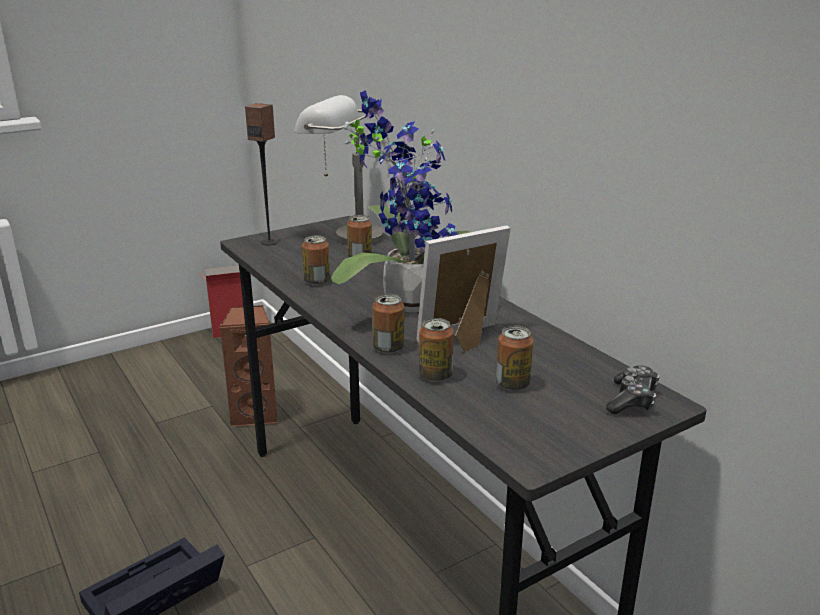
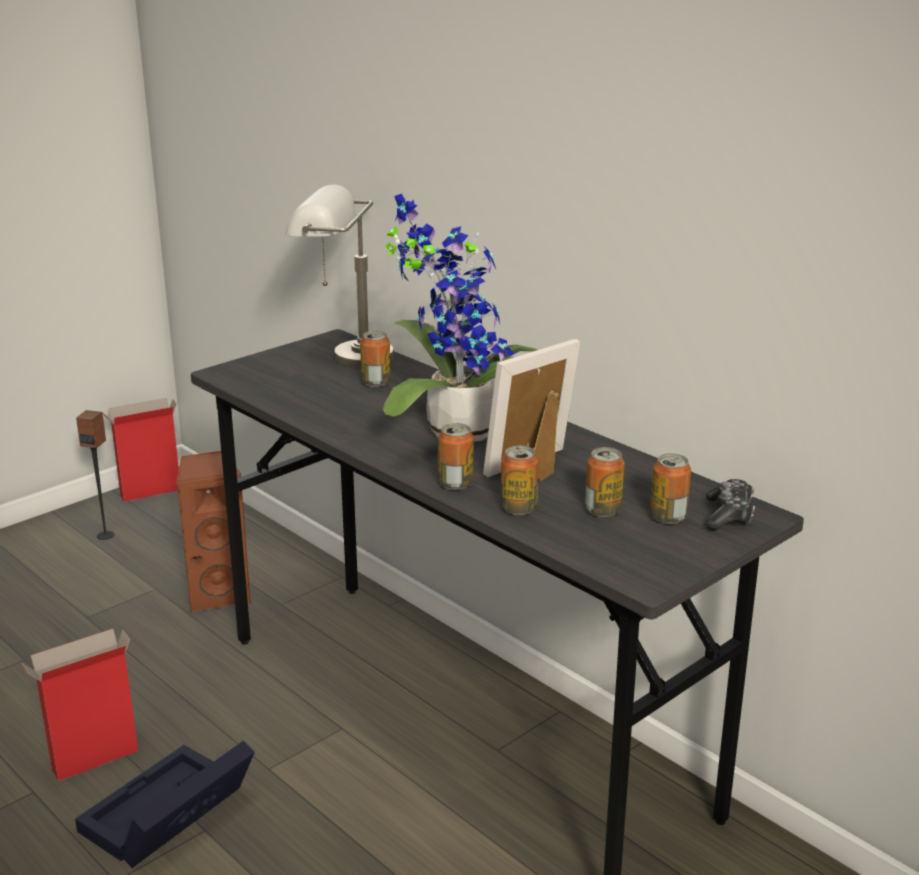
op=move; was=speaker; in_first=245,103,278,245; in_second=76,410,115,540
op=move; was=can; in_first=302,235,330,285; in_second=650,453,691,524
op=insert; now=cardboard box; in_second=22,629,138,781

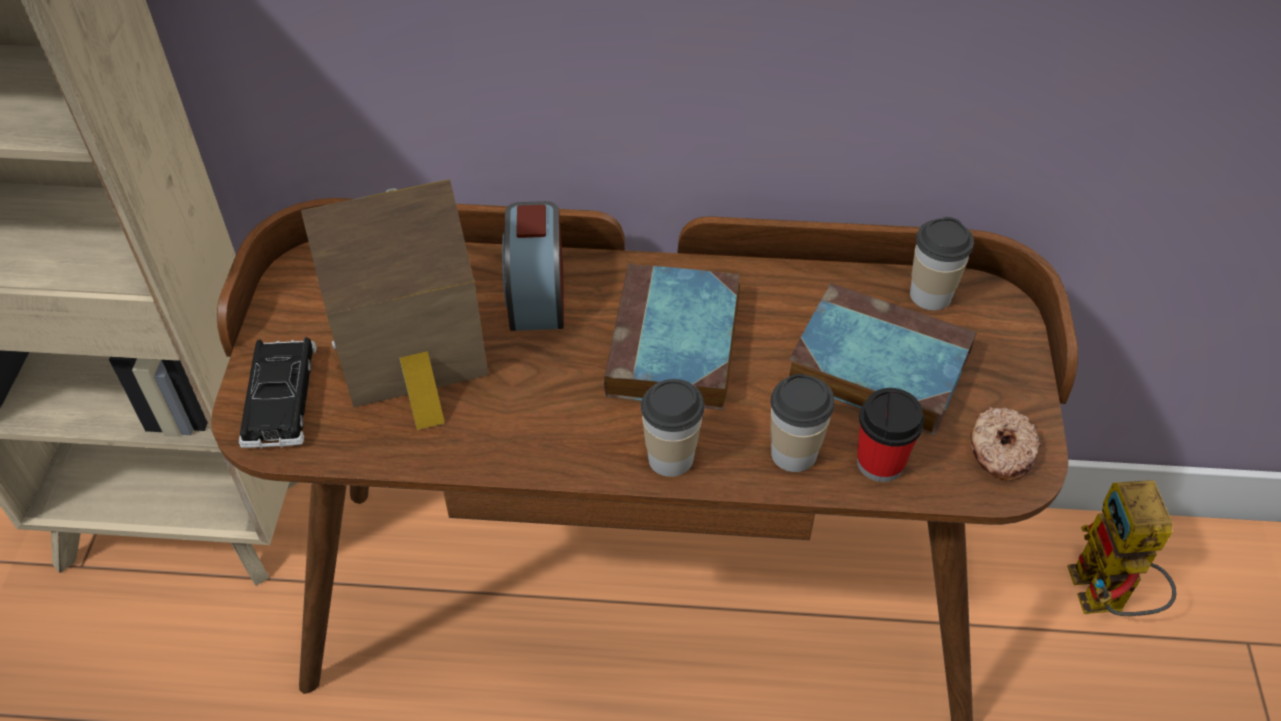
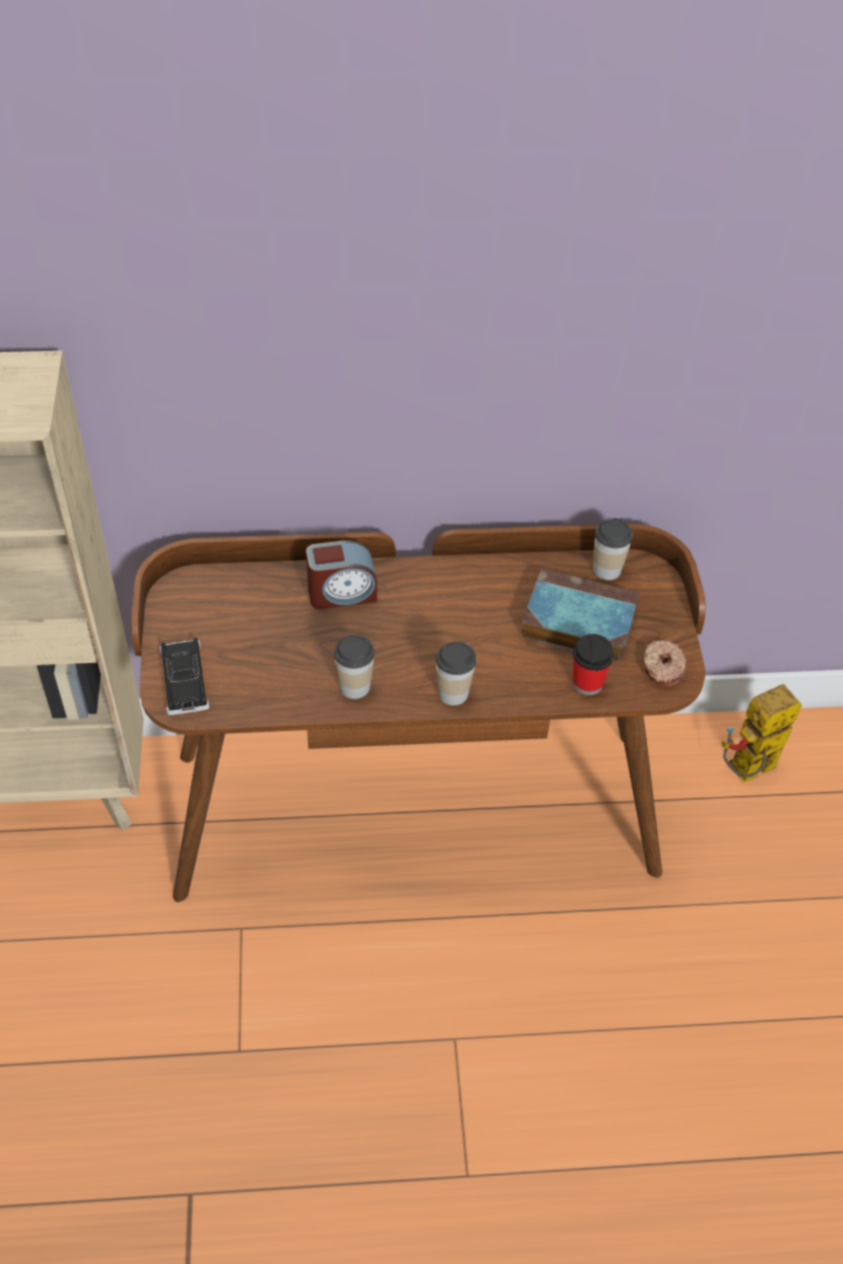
op=delete; was=toy house; in_first=301,179,488,430
op=rotate; was=bedside clock; in_first=502,201,564,331; in_second=306,540,377,609; clockwise=-90
op=delete; was=bound book; in_first=604,263,740,410
op=move; was=cup; in_first=771,374,834,472; in_second=334,635,375,699
op=rotate; was=model robot; in_first=1067,480,1177,616; in_second=722,684,802,782; clockwise=75

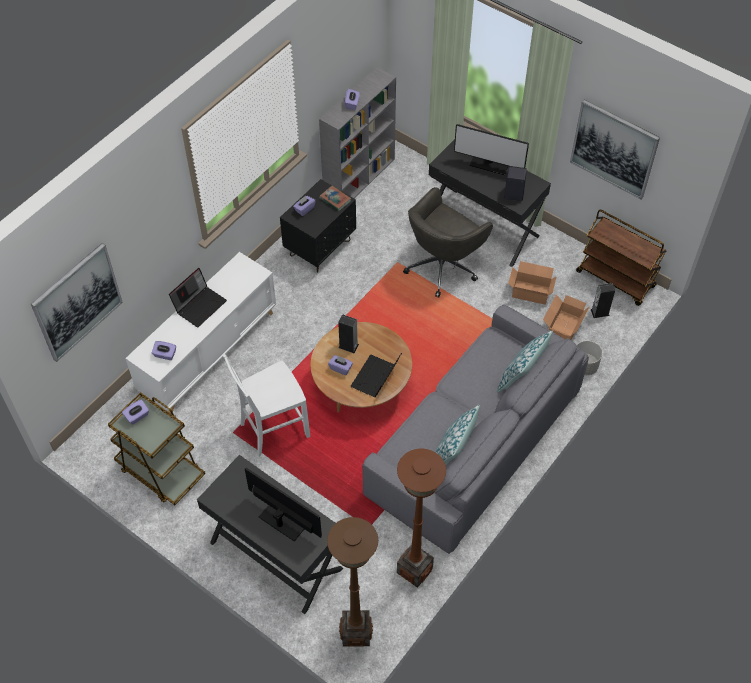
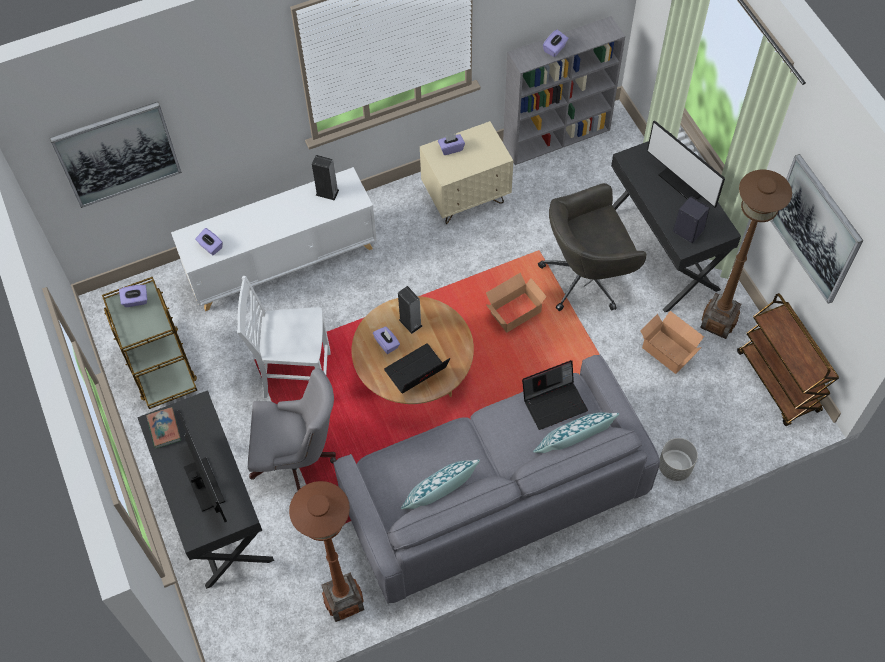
op=move; was=portable computer; in_first=169,268,227,327; in_second=522,360,588,430
op=recolor; was=nightstand in blackish; now=nightstand in sand-coloured; in_first=280,179,356,273; in_second=420,121,513,224
op=move; was=bound book; in_first=319,185,351,211; in_second=147,407,181,448
op=move; was=floor lamp in brown-coloured; in_first=327,517,378,647; in_second=700,170,792,339
op=move; was=cardboard box; in_first=543,295,589,340; in_second=486,272,547,333
op=move; was=speaker; in_first=591,283,615,318; in_second=312,155,339,201
op=insert; now=office chair in gray; in_second=248,369,336,491

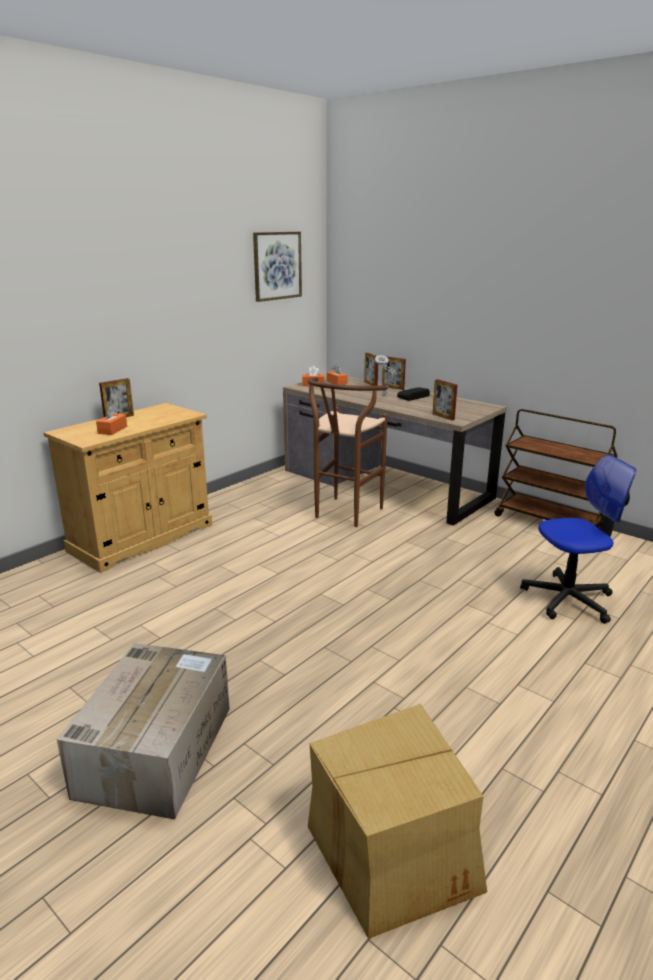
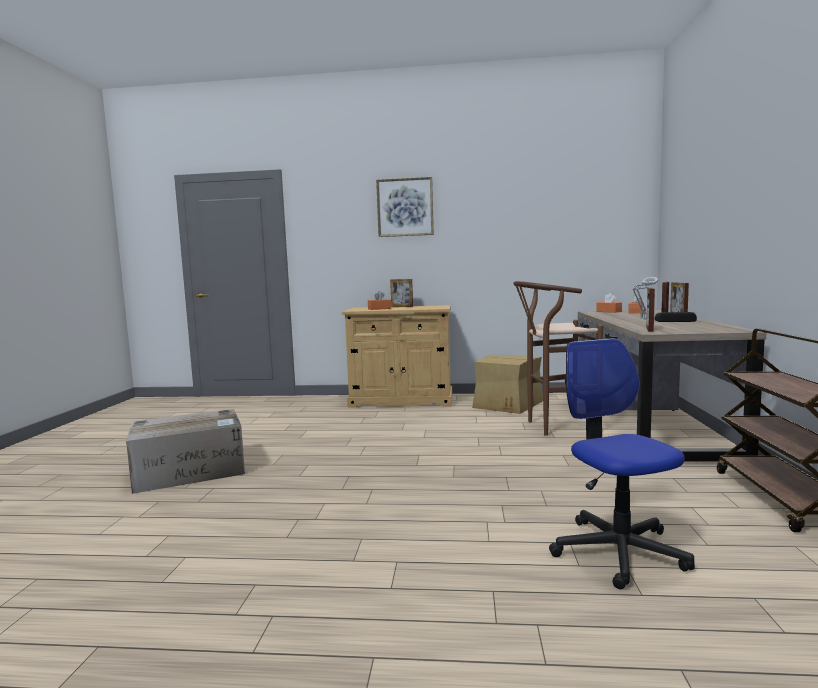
op=move; was=wall art; in_first=253,232,302,302; in_second=376,177,434,237
op=move; was=cardboard box; in_first=308,704,487,939; in_second=472,355,543,414
op=rotate; was=office chair; in_first=520,455,636,624; in_second=549,338,695,589; clockwise=-150

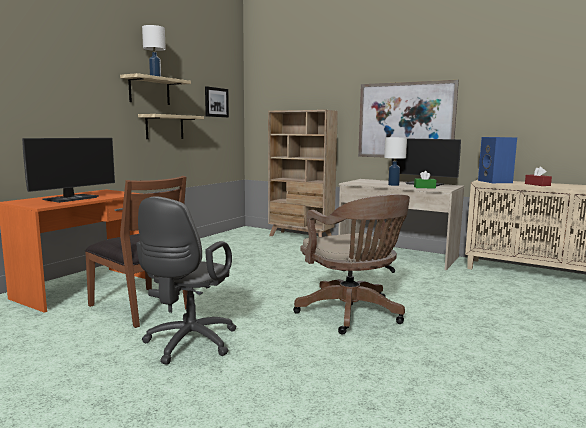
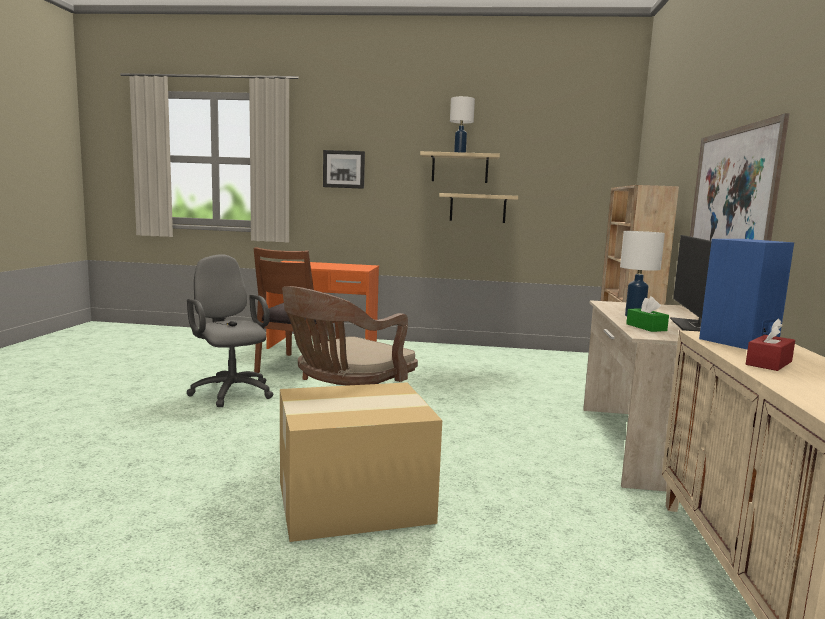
op=delete; was=computer display; in_first=22,138,115,203
op=rotate; was=office chair in gray; in_first=136,196,237,365; in_second=187,254,274,407; clockwise=60
op=move; was=wall art; in_first=205,86,229,118; in_second=323,150,365,189
op=insert; now=cardboard box; in_second=280,382,442,542

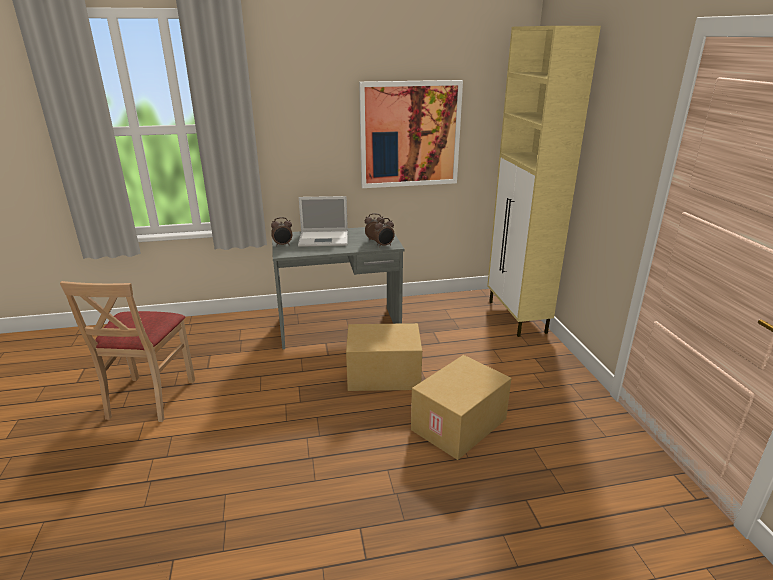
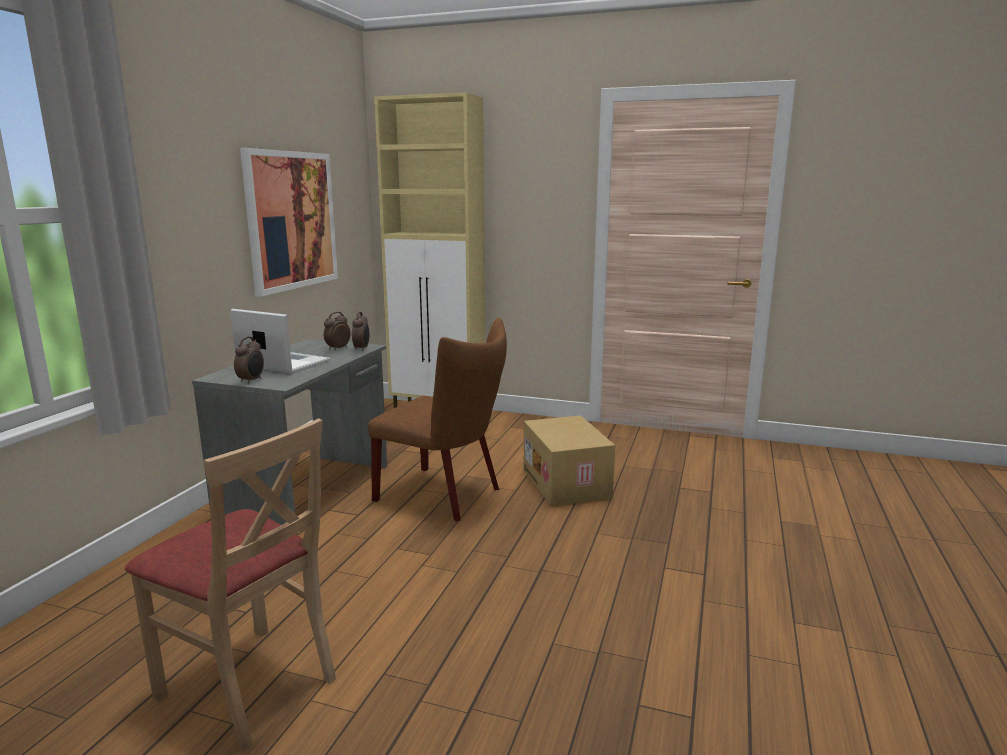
op=rotate; was=portable computer; in_first=298,196,348,247; in_second=230,309,330,374; clockwise=-90
op=replace; was=cardboard box; now=chair in brown-coloured; in_first=346,323,422,391; in_second=368,317,507,522

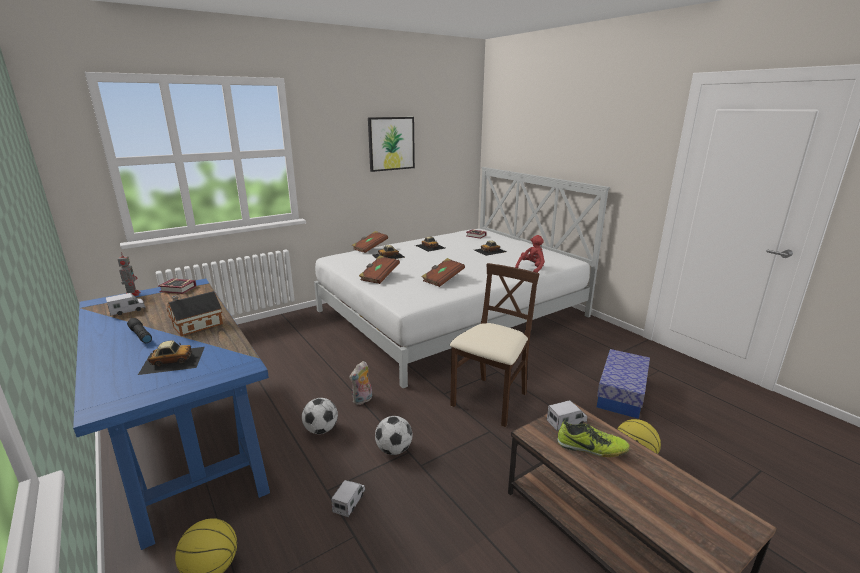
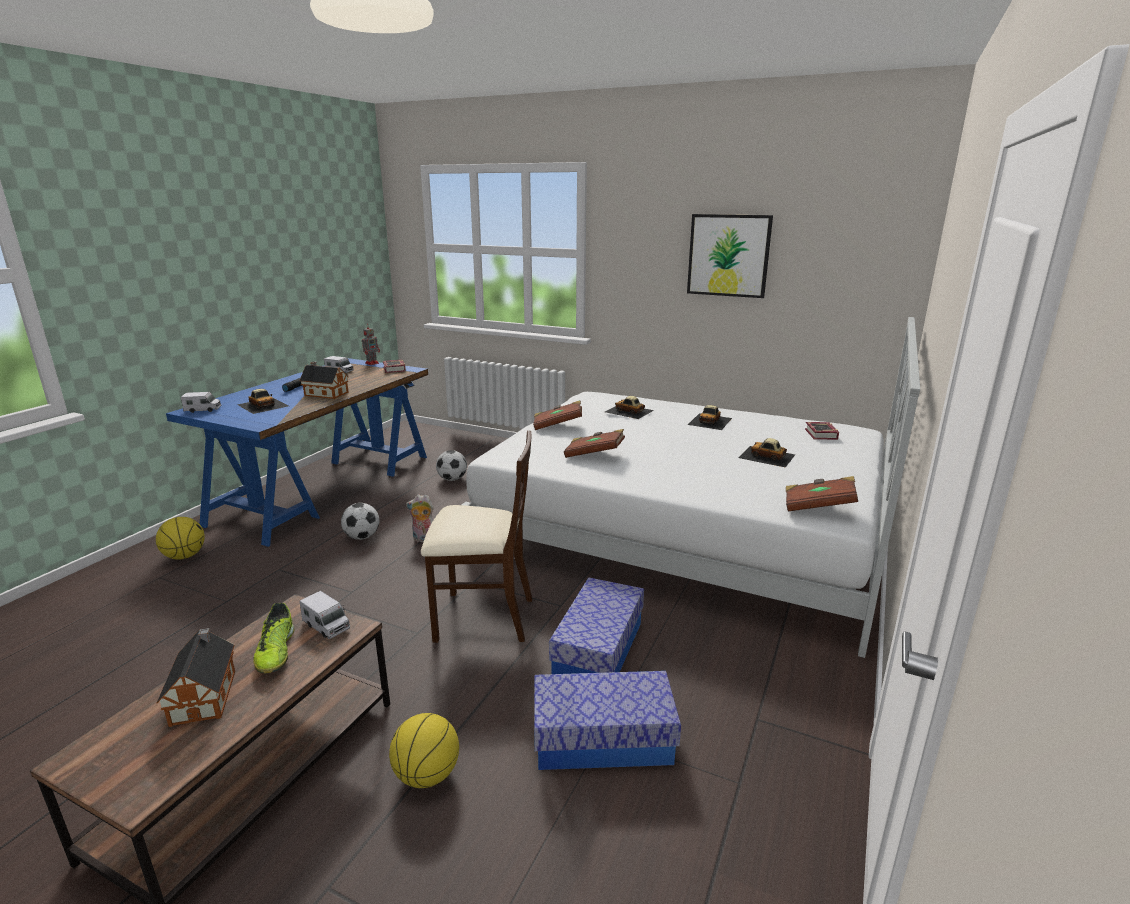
op=move; was=model truck; in_first=331,480,365,517; in_second=181,392,222,413
op=move; was=bound book in brown-coloured; in_first=352,231,388,253; in_second=786,476,858,511
op=move; was=football; in_first=375,416,412,455; in_second=436,450,467,481
op=delete; was=soft toy in red; in_first=515,235,545,273
op=insert; now=toy house; in_second=157,628,235,727
op=insert; now=storage box; in_second=549,577,644,674

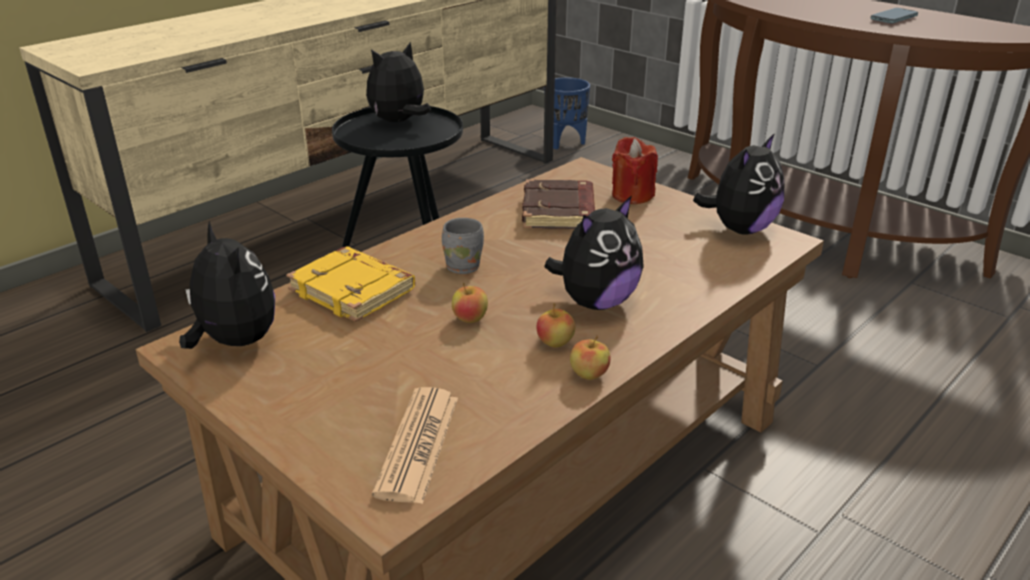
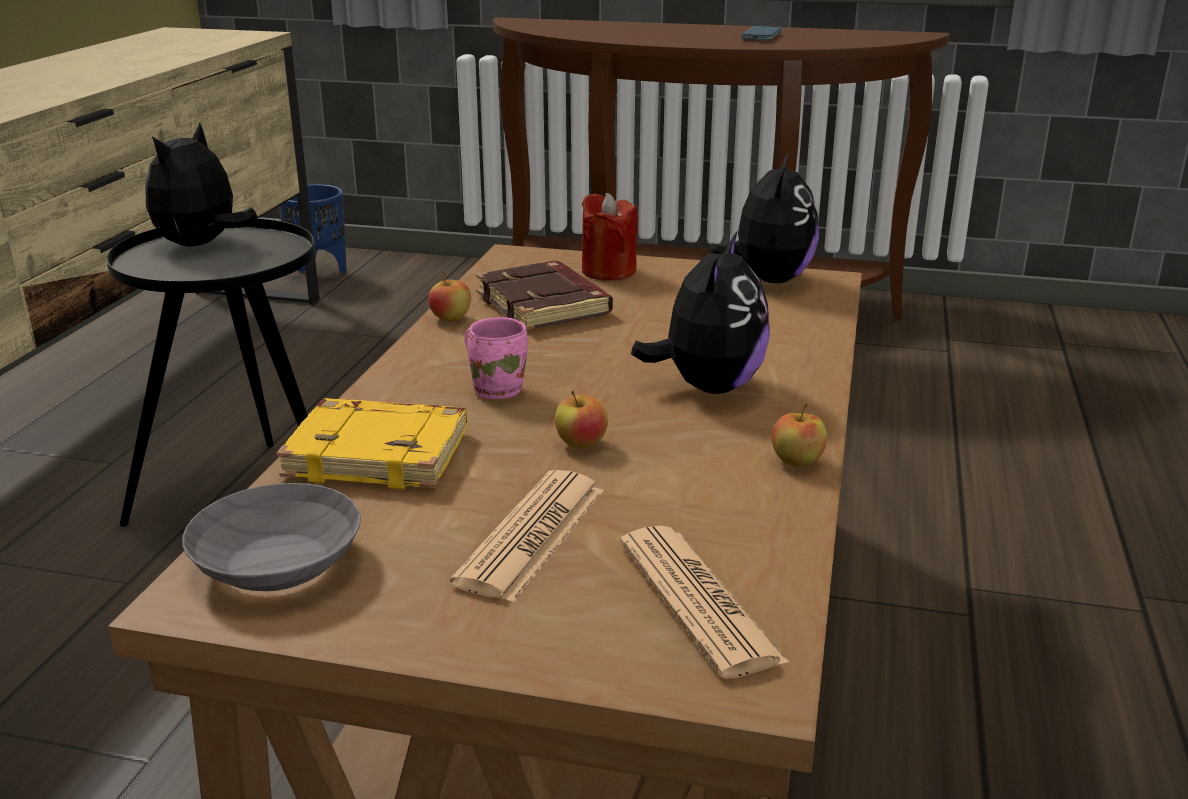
op=replace; was=soft toy; now=serving bowl in gray; in_first=179,220,275,349; in_second=182,483,361,591
op=recolor; was=coffee mug in gray; now=coffee mug in pink-coloured; in_first=442,218,484,274; in_second=465,317,528,399
op=move; was=apple; in_first=536,303,575,347; in_second=428,272,471,321
op=insert; now=newspaper; in_second=450,470,604,602

